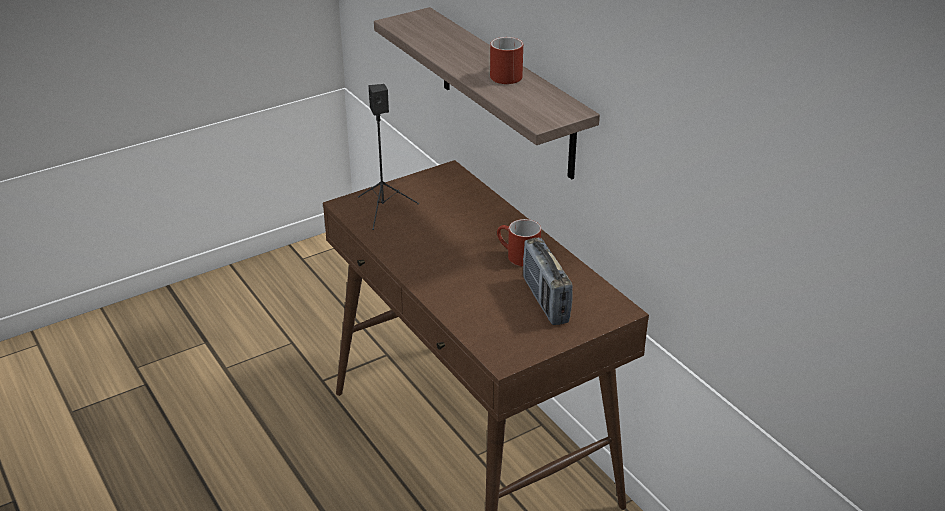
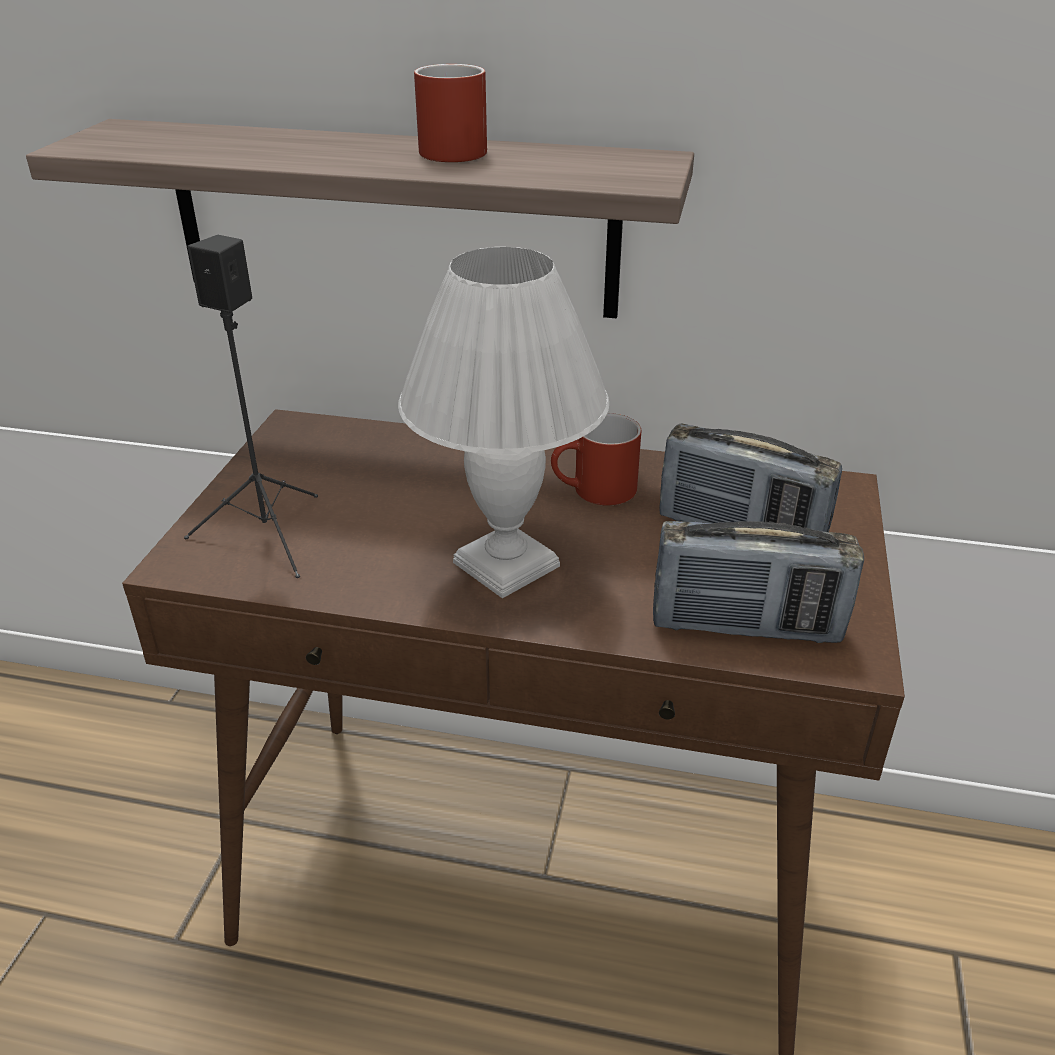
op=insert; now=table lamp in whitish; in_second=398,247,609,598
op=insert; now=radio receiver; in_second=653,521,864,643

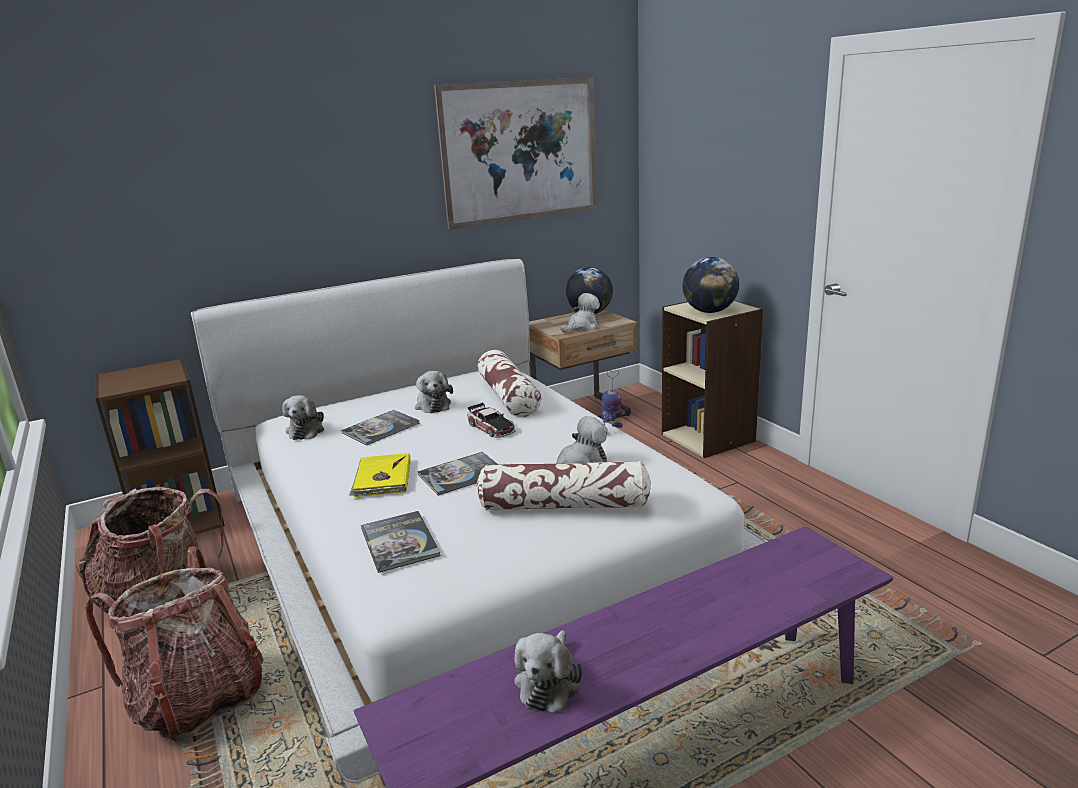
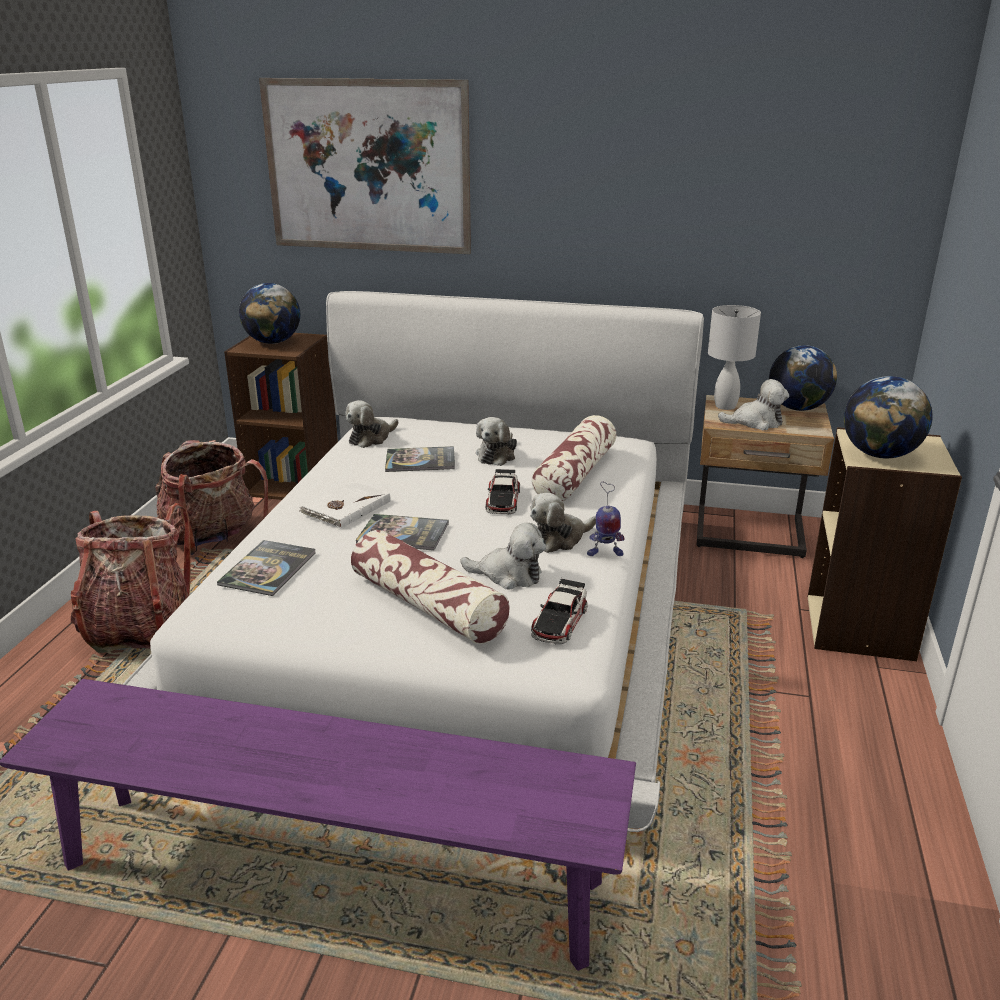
op=recolor; was=bound book in yellow; now=bound book in whitish; in_first=349,453,411,497; in_second=299,481,391,529
op=move; was=wall art; in_first=434,77,597,229; in_second=259,78,471,254
op=move; was=soft toy; in_first=514,630,583,713; in_second=530,493,596,553
op=insert; now=globe; in_second=239,283,300,344
op=insert; now=miniature car; in_second=531,578,588,644
op=insert; now=table lamp in whitish; in_second=708,305,761,410

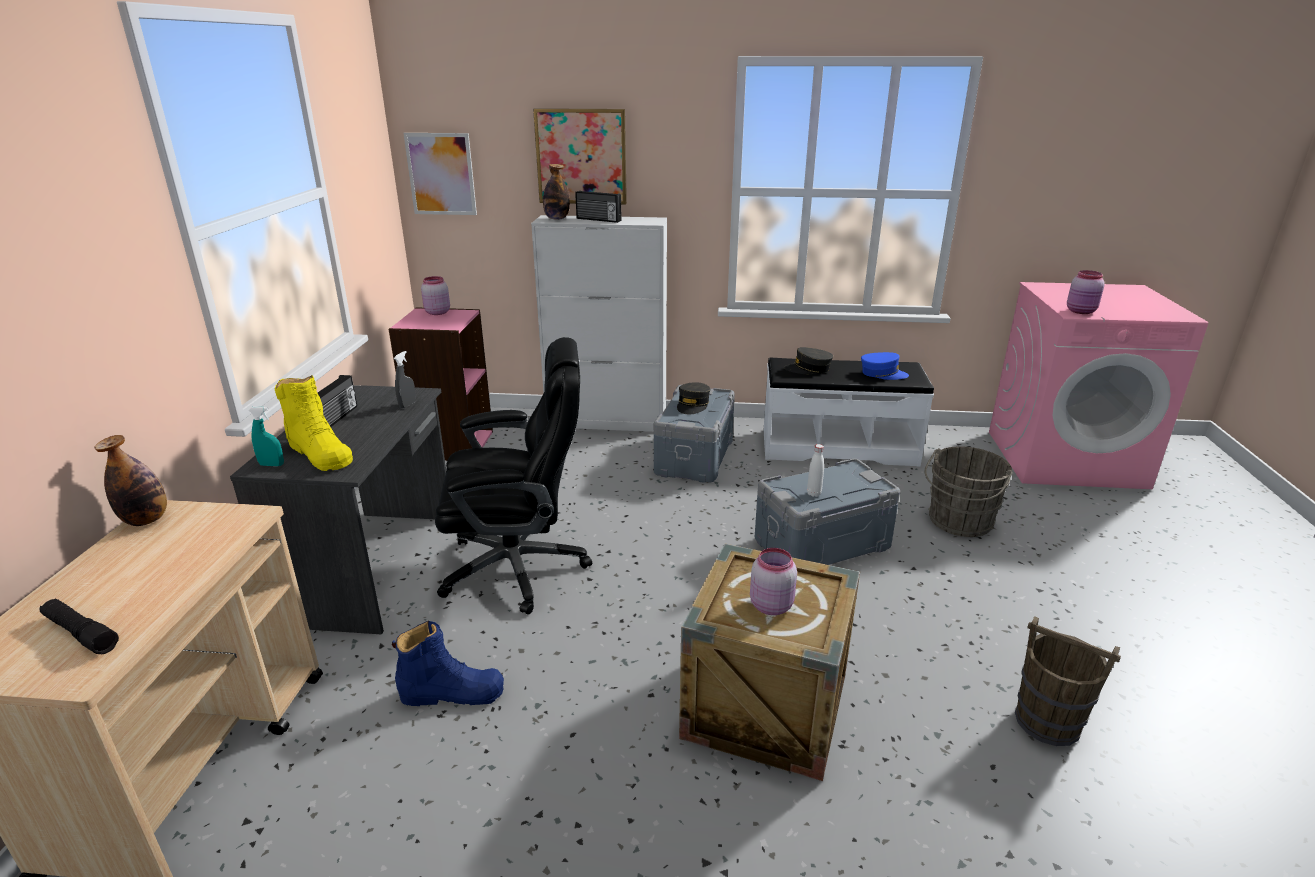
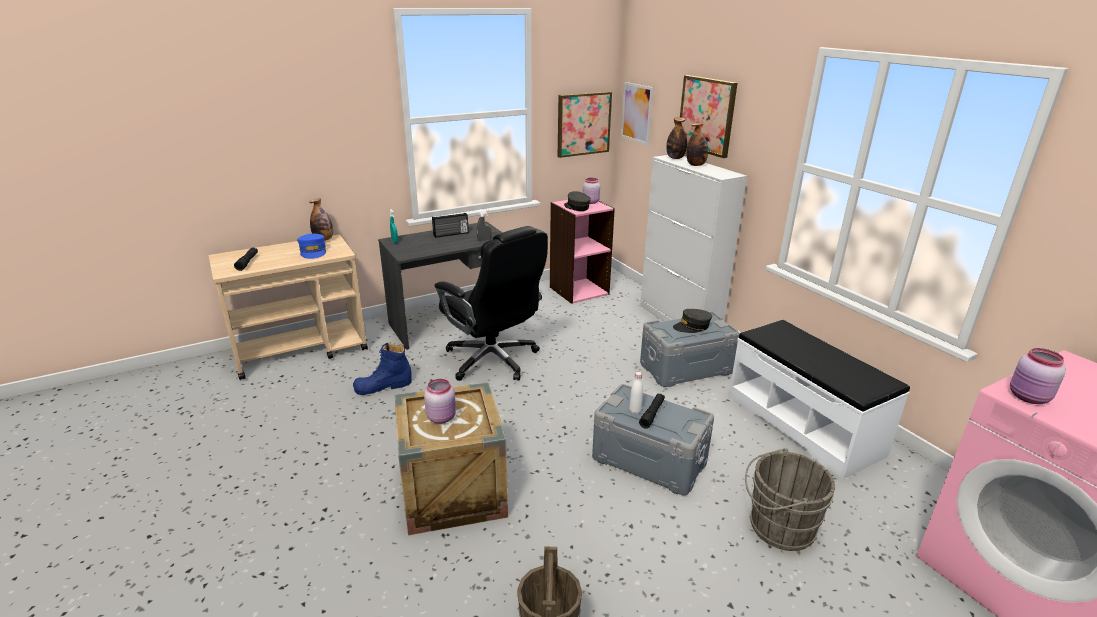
op=delete; was=tall boot in yellow; in_first=274,375,353,471
op=rotate; was=tall boot in bluish; in_first=392,621,504,706; in_second=353,343,412,395; clockwise=105
op=replace; was=radio receiver; now=beverage bottle; in_first=575,191,622,223; in_second=687,122,708,166
op=move; was=baseball cap in gray; in_first=784,347,833,374; in_second=564,191,591,211
op=move; was=baseball cap in bluish; in_first=861,352,909,380; in_second=297,234,326,259
op=insert; now=wall art; in_second=558,91,612,158
op=insert; now=hand torch in blackish; in_second=639,394,665,428

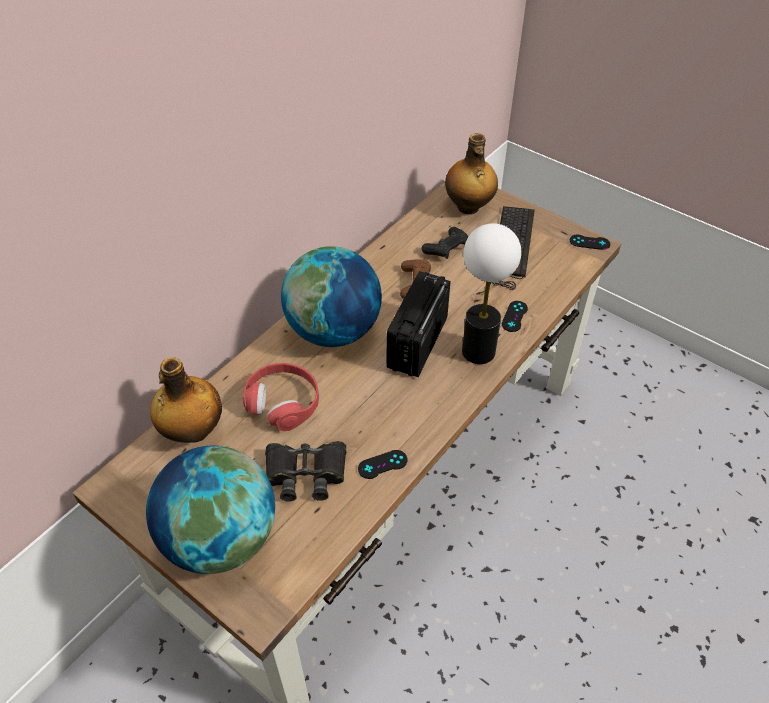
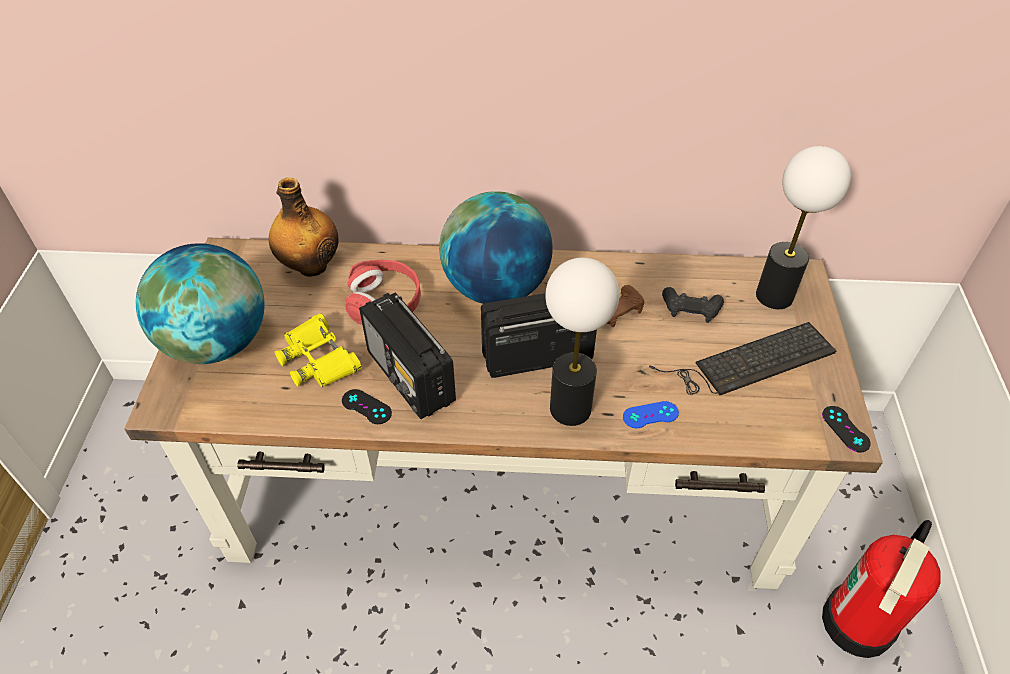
op=recolor; was=pair of binoculars in blackish; now=pair of binoculars in yellow; in_first=265,441,347,502; in_second=275,313,362,387
op=replace; was=beverage bottle; now=table lamp; in_first=445,133,498,214; in_second=756,146,851,309
op=recolor; was=joypad in blackish; now=joypad in bluish; in_first=502,301,528,332; in_second=623,401,679,428
op=insert; now=radio receiver; in_second=359,293,456,419
op=insert; now=fire-fighting cylinder; in_second=822,520,941,658

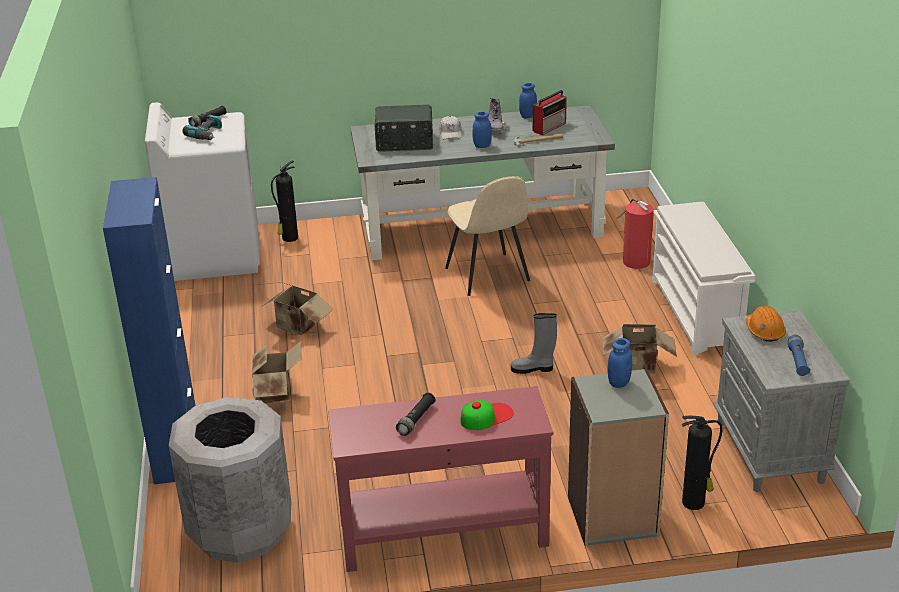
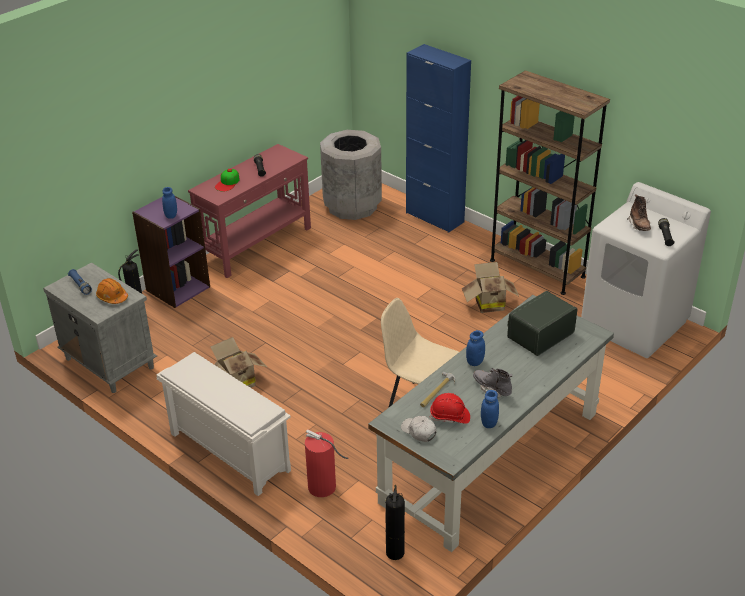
op=replace; was=drill; now=tall boot in brown-coloured; in_first=182,114,222,140; in_second=627,194,651,231
op=delete; was=cardboard box; in_first=252,341,301,403
op=move; was=fire-fighting cylinder; in_first=271,160,298,242; in_second=385,485,405,560
op=move; was=baseball cap in whitish; in_first=439,116,461,139; in_second=401,416,437,442
op=delete; was=tall boot in gray; in_first=511,313,557,374
op=replace; was=radio receiver; now=safety helmet in red; in_first=532,90,567,135; in_second=429,393,470,424
op=recolor; was=bookshelf in gray; now=bookshelf in purplish; in_first=568,369,669,546; in_second=132,195,210,308
op=insert; now=bookshelf in brown-coloured; in_second=490,70,610,295

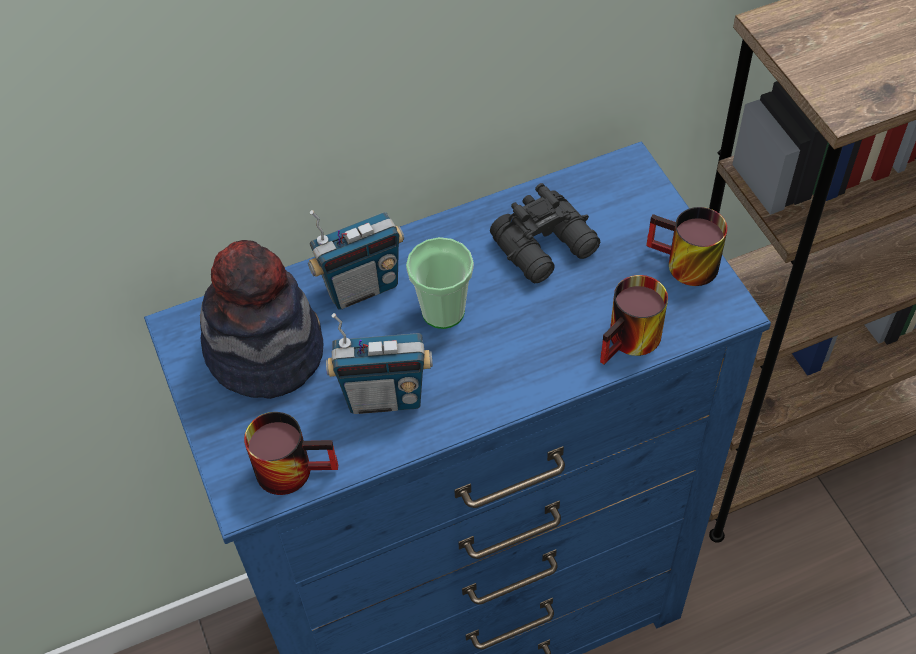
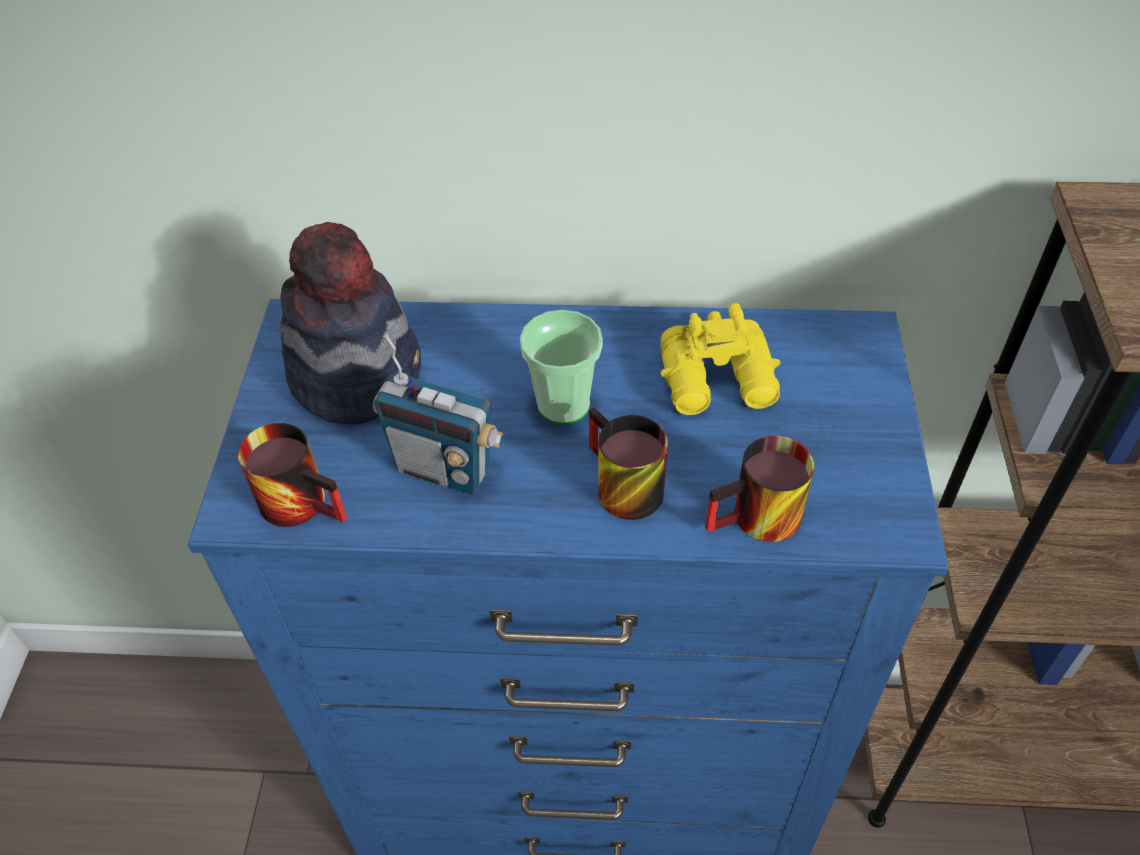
op=delete; was=radio receiver; in_first=308,210,404,310
op=recolor; was=pair of binoculars in blackish; now=pair of binoculars in yellow; in_first=490,183,600,283; in_second=660,303,780,415
op=move; was=coffee mug; in_first=646,207,727,286; in_second=589,407,668,520

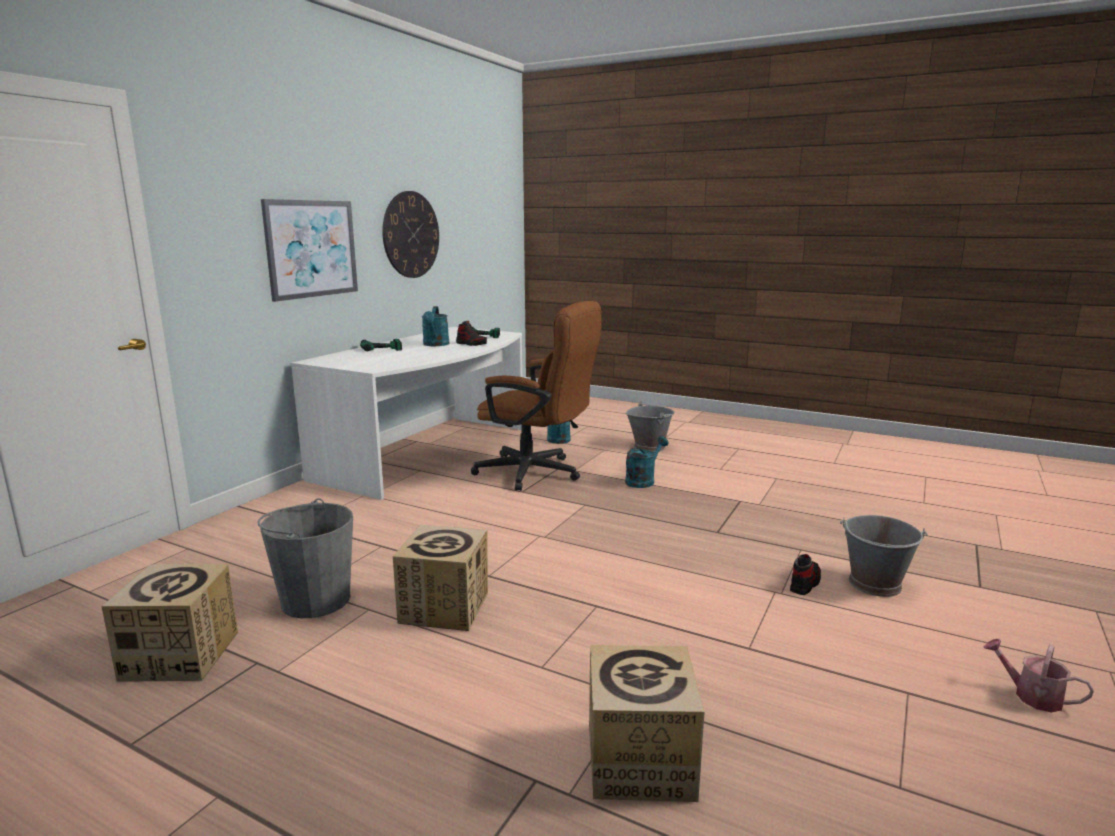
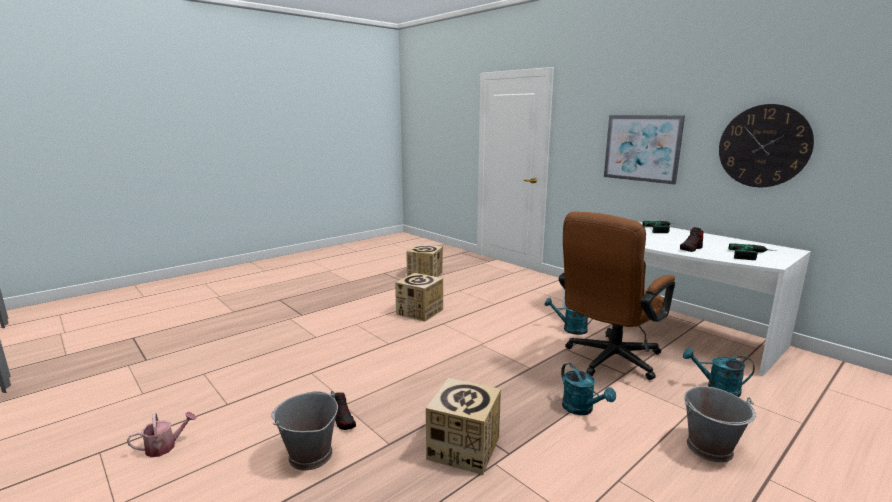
op=delete; was=water bucket in gray; in_first=257,498,353,618
op=move; was=watering pot in turquoise-coloured; in_first=422,306,450,346; in_second=544,298,593,335
op=move; was=cardboard box; in_first=589,645,704,802; in_second=426,378,501,475

